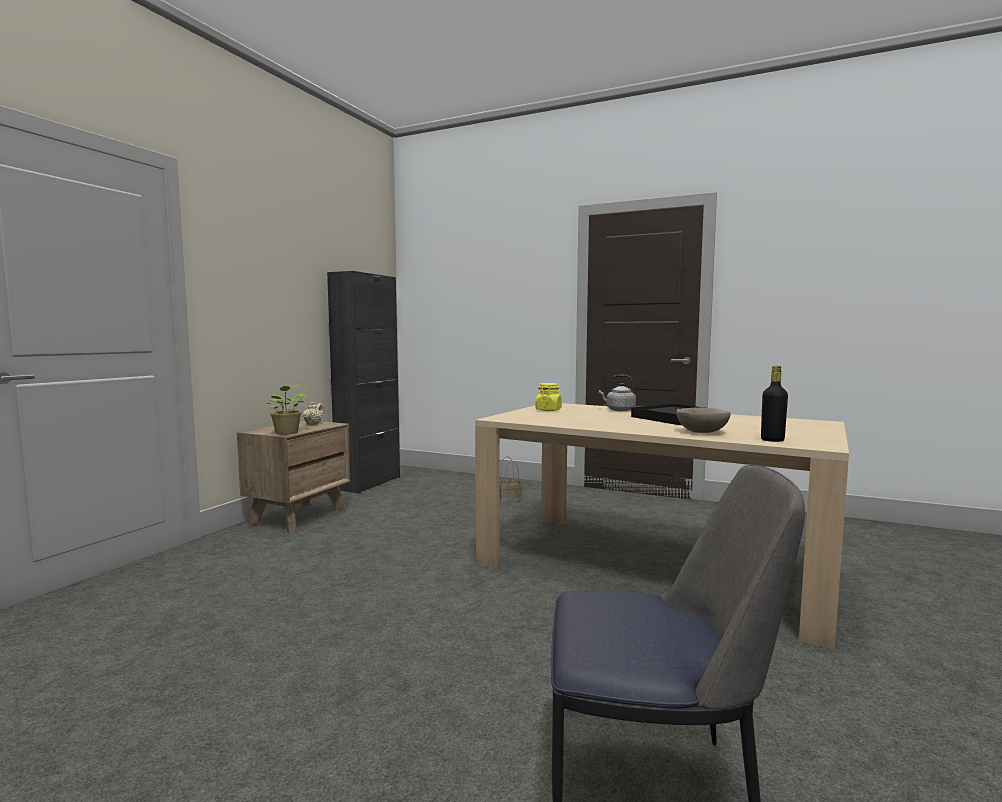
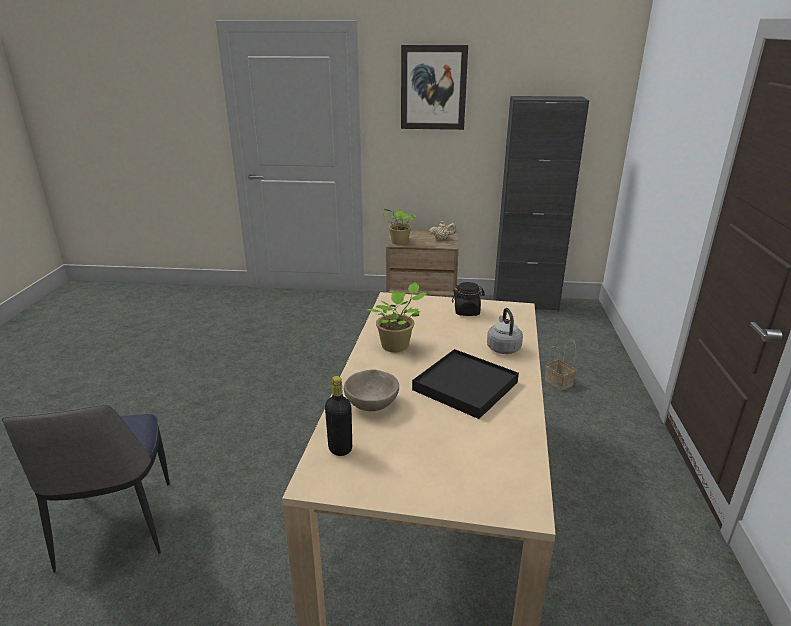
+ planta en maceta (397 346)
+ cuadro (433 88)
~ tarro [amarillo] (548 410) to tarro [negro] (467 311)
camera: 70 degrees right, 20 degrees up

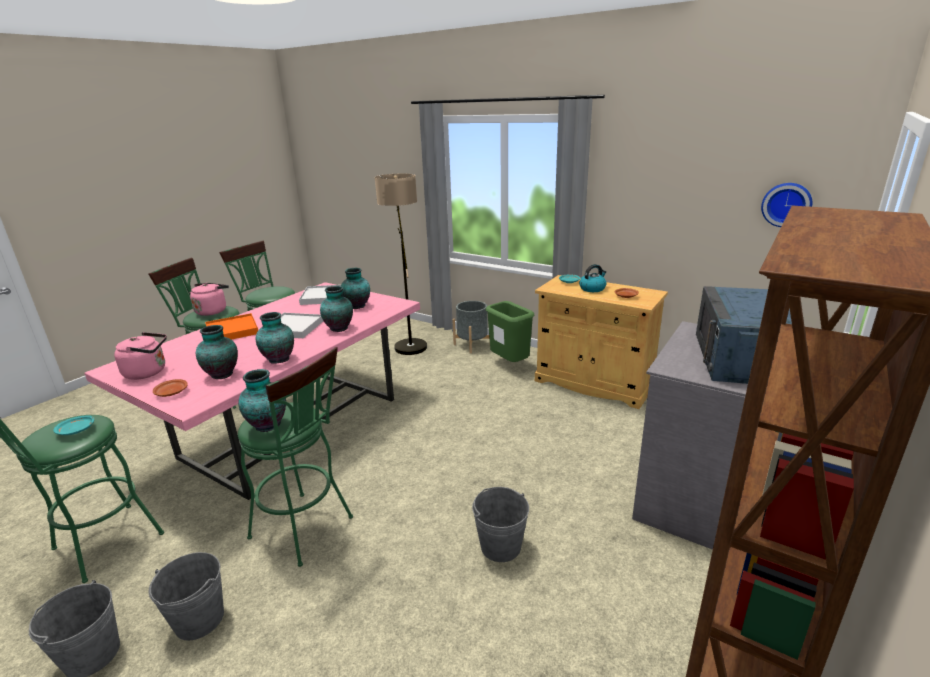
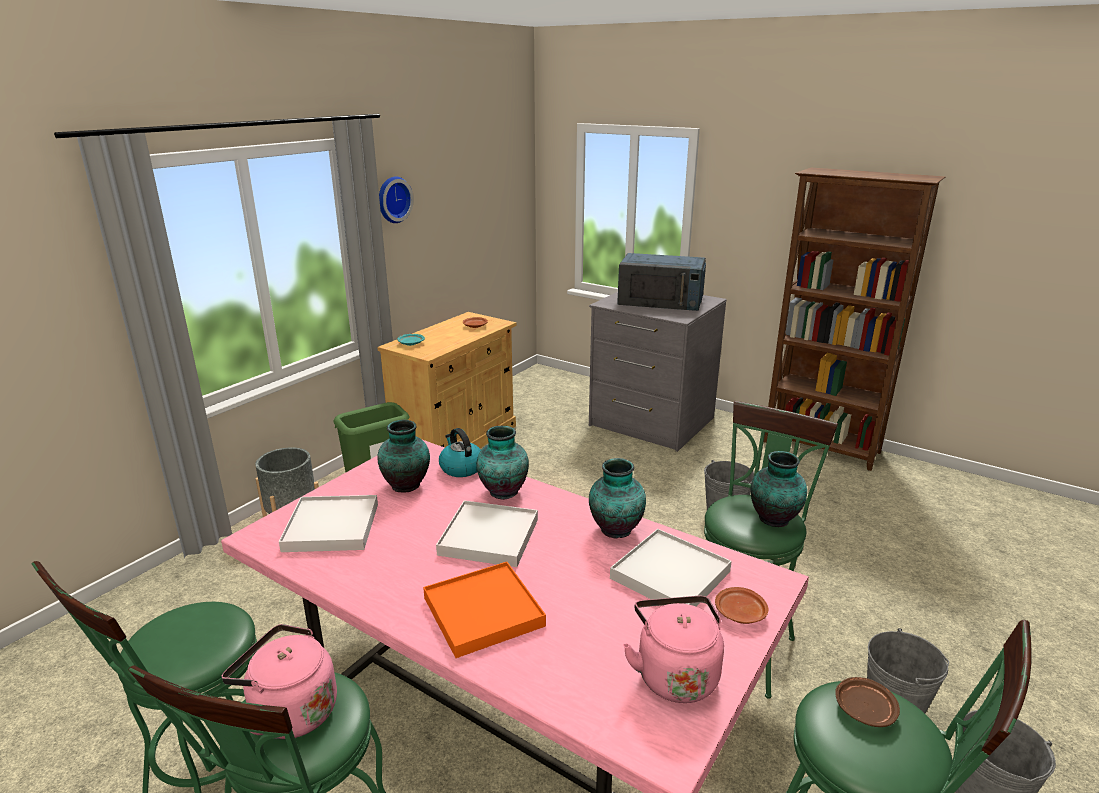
~ reloj de pared (786 204) to (392 199)
~ hervidor (592 288) to (461 468)
~ florero (222 374) to bandeja [blanco] (669 575)
~ plato [turquesa] (77 430) to plato [marrón] (864 709)
- lámpara de pie (409 342)
camera: 90 degrees left, 0 degrees up

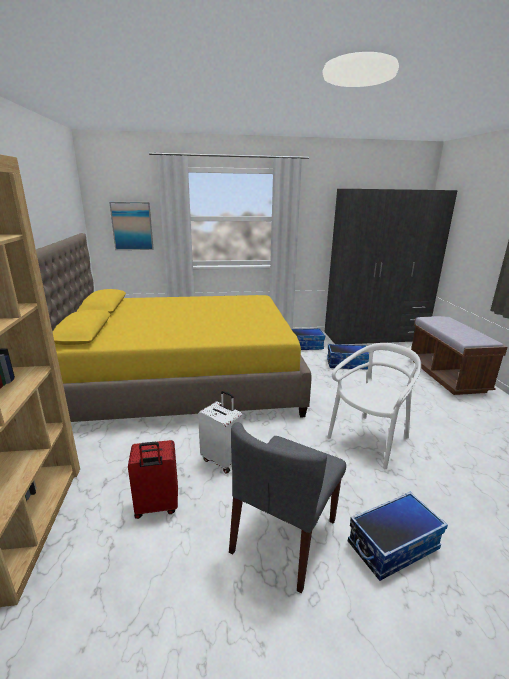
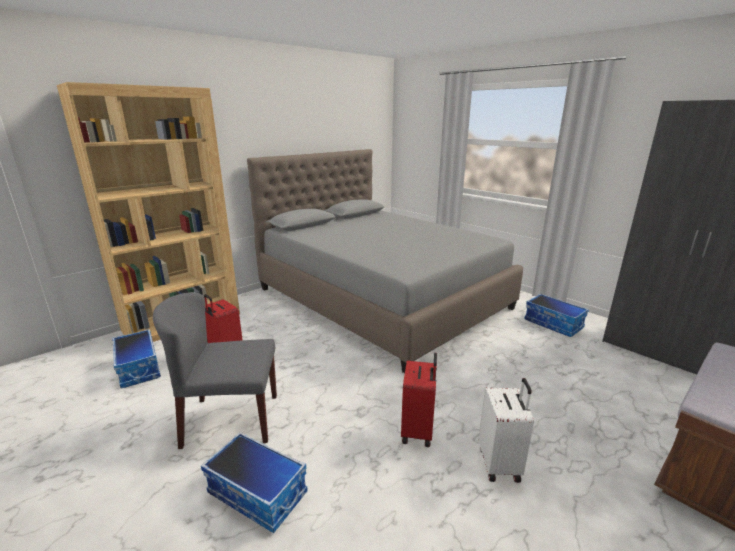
~ caja de almacenaje (347 364) to (139 368)
~ cama [amarillo] (185 380) to cama [gris] (381 298)
~ silla [blanco] (370 440) to maleta [rojo] (418 431)
~ maleta [blanco] (222 460) to (500 464)
- cuadro (132 226)
camera: 55 degrees right, 0 degrees up

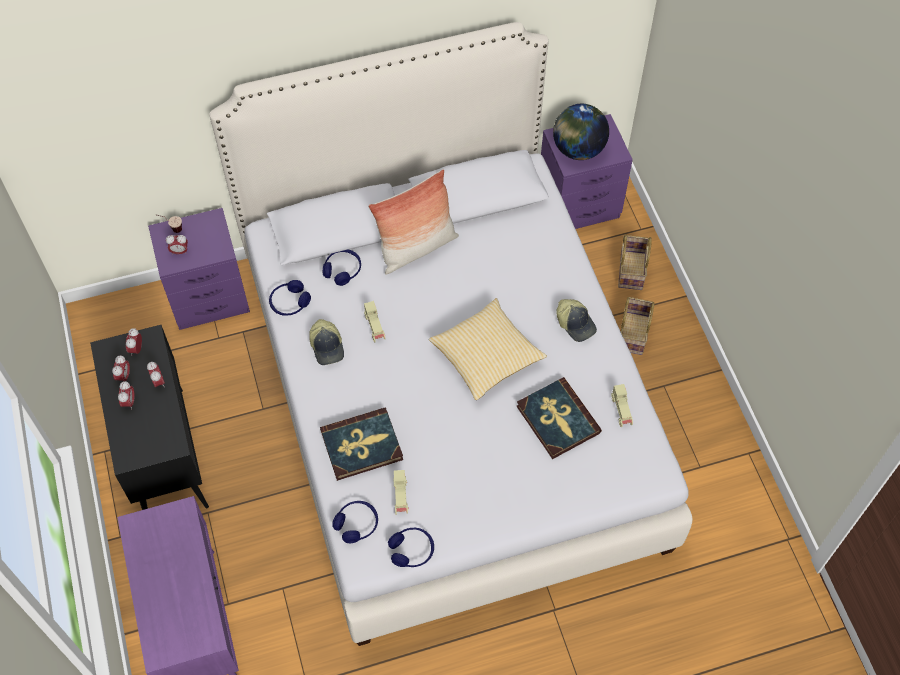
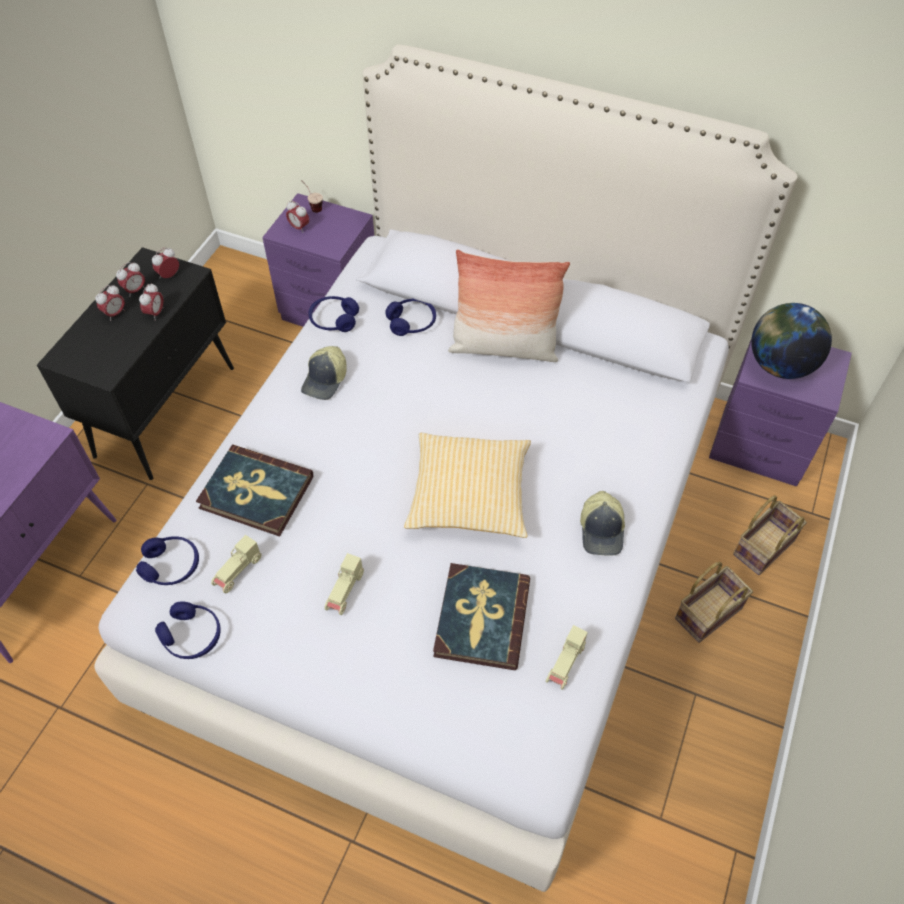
~ coche de juguete [beis] (375 327) to (345 592)
camera: 40 degrees right, 5 degrees down

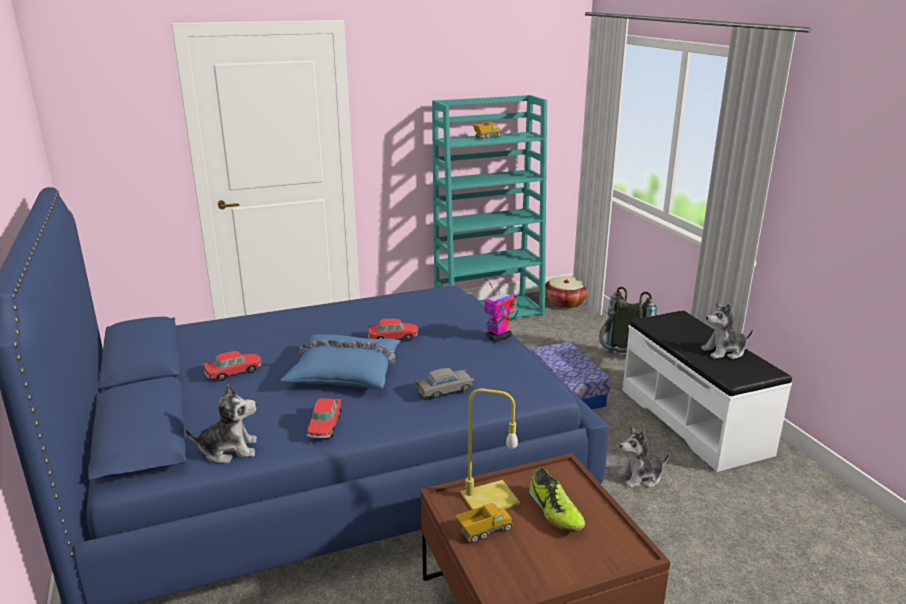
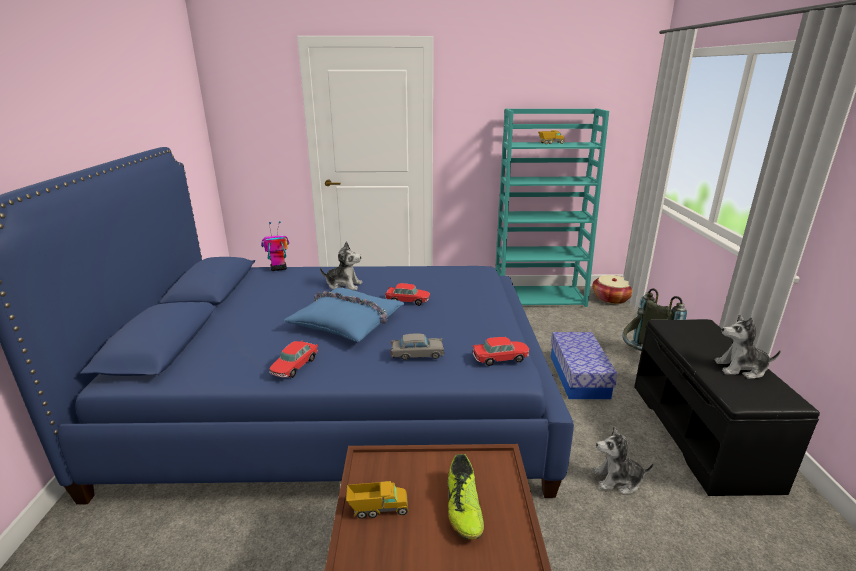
~ robot de juguete (498 337) to (278 269)
~ peluche (229 450) to (344 285)
~ coche de juguete (234 372) to (500 358)
~ banco [blanco] (694 420) to banco [negro] (701 433)
- lámpara de mesa [amarillo] (488 499)
camera: 20 degrees right, 0 degrees up

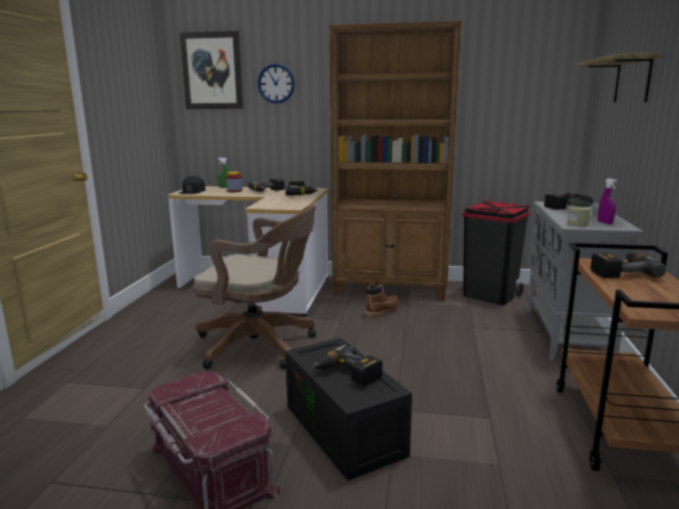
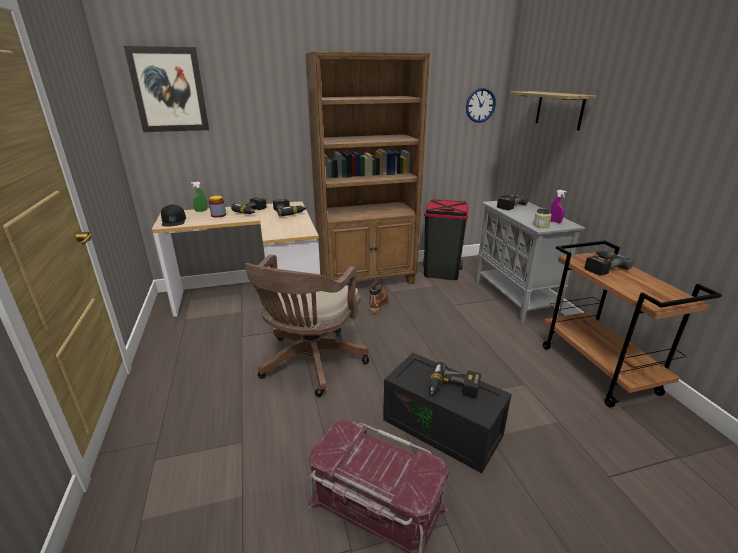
~ silla de oficina [marrón] (261 346) = (310 364) 120 degrees clockwise
~ reloj de pared (276 83) to (480 105)
camera: 25 degrees left, 10 degrees up

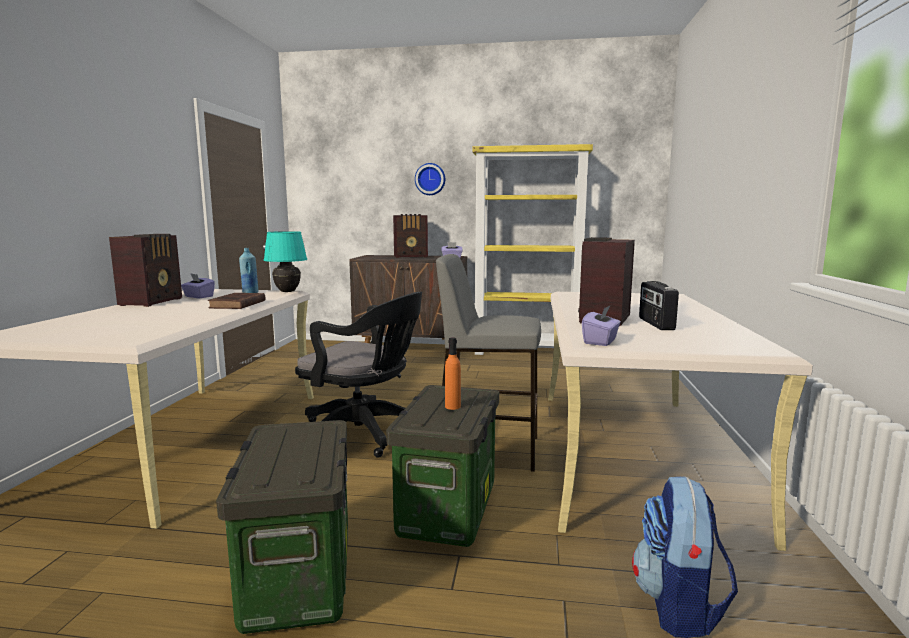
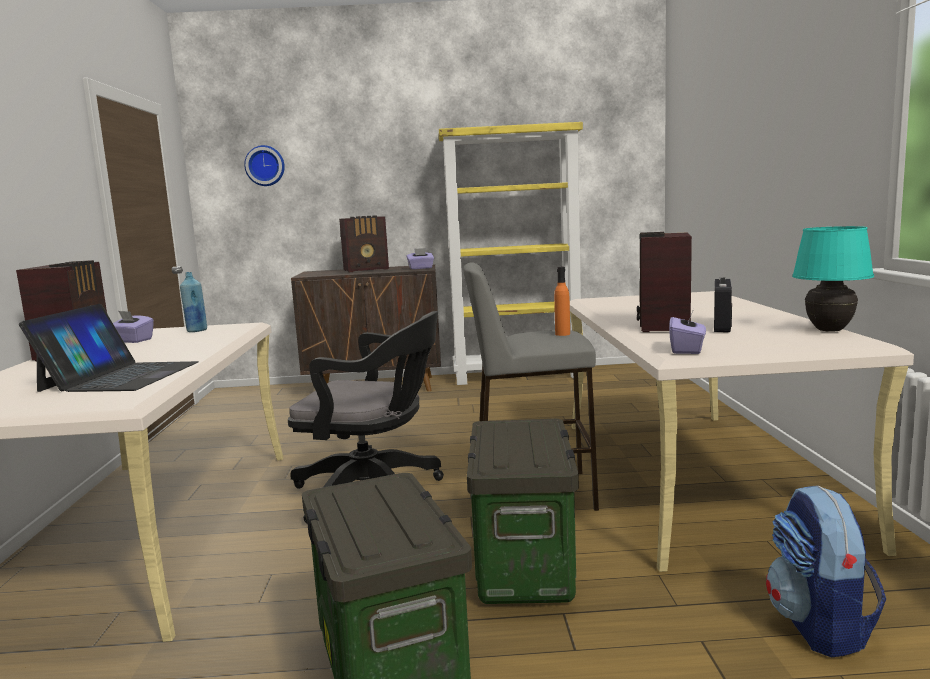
+ portátil (120 376)
~ reloj de pared (430 179) to (265 166)
~ botella [naranja] (452 406) to (562 334)
~ radio (655 324) = (723 326) 150 degrees counterclockwise
~ lámpara de mesa [turquesa] (287 291) to (829 330)
- libro [marrón] (237 305)
camera: 10 degrees left, 0 degrees up

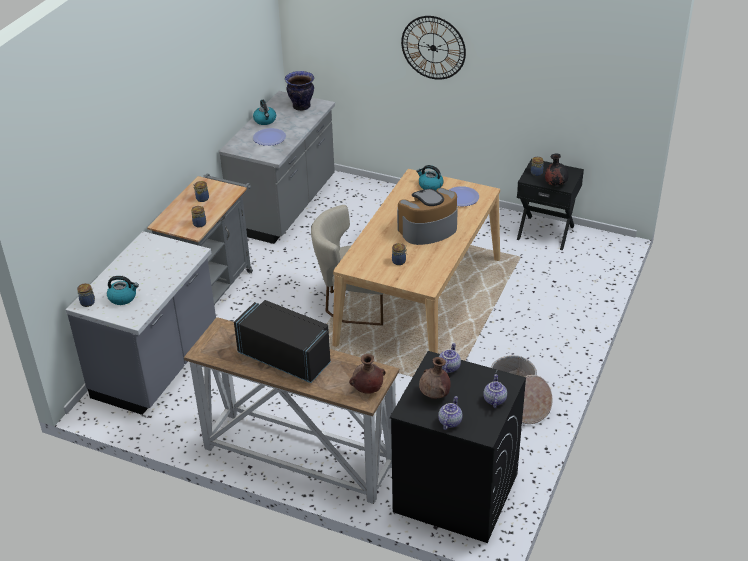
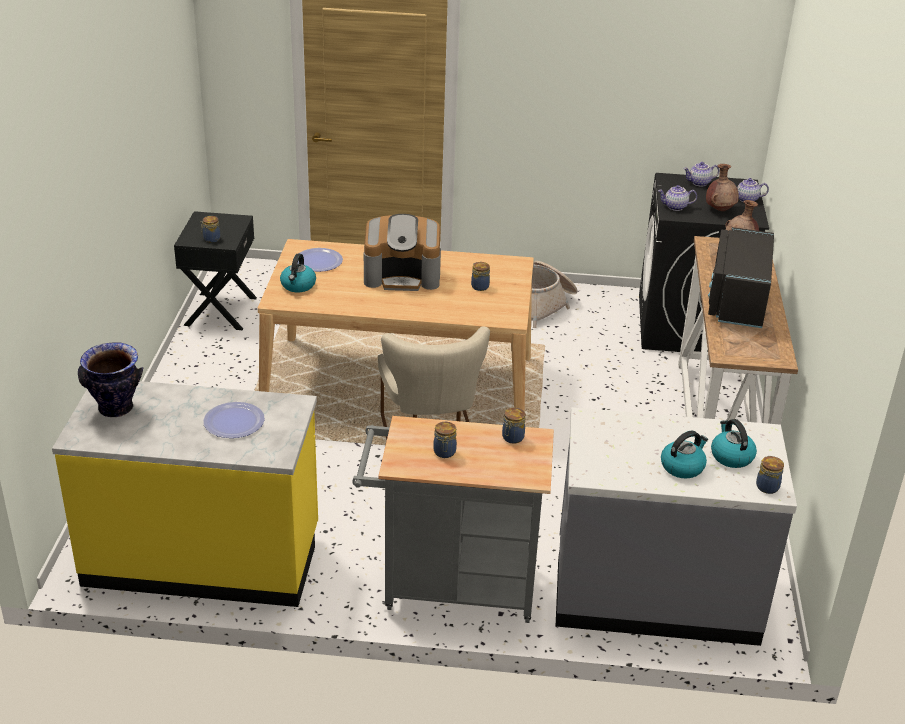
~ mueble bajo de cocina [gris] (285 207) to mueble bajo de cocina [amarillo] (203 558)
~ cafetera (428 230) = (403 276) 45 degrees counterclockwise
~ hervidor (265 120) to (682 466)
- reloj de pared (433 48)
- florero [negro] (555 184)
camera: 110 degrees left, 5 degrees down

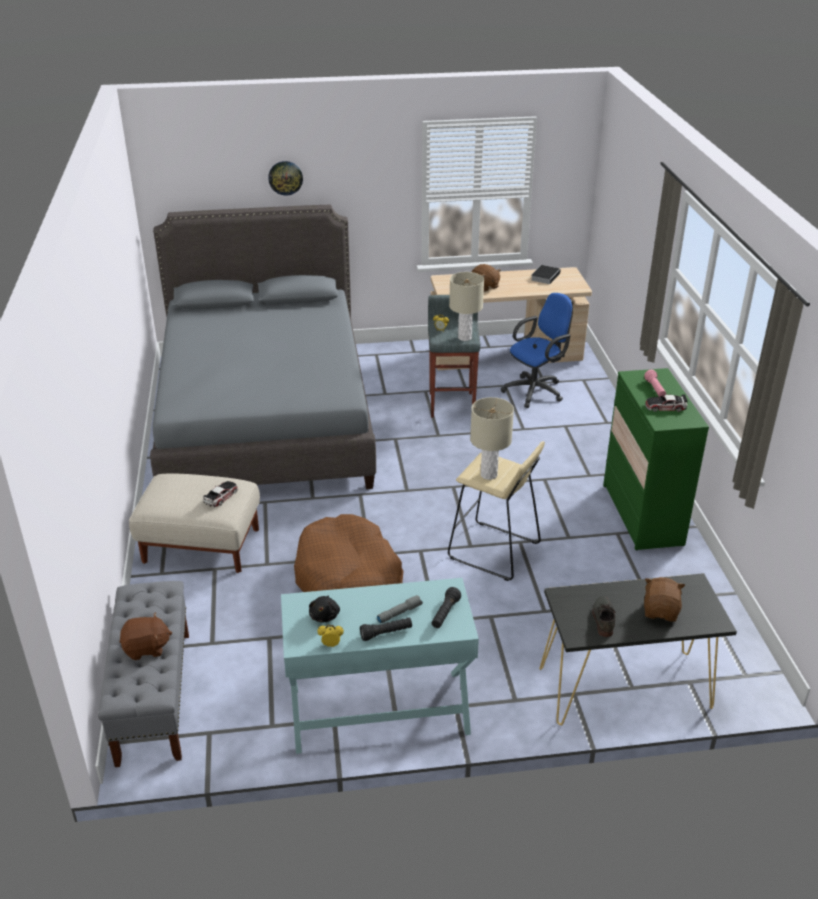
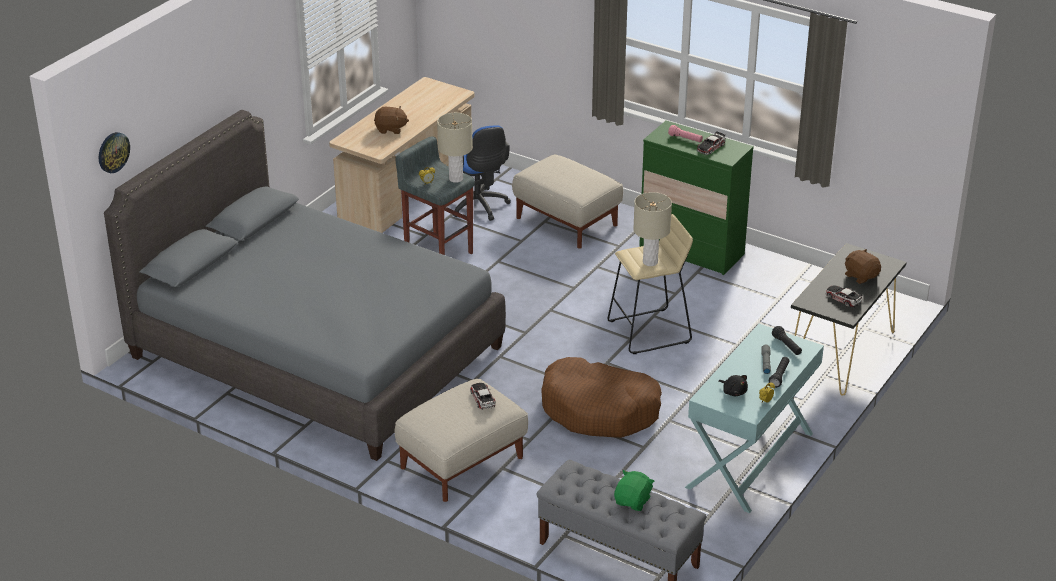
~ reloj de pared (285 178) to (113 152)
~ silla de oficina [azul] (536 391) = (479 207) 150 degrees clockwise
+ puf [beis] (566 221)
~ peluche [marrón] (146 648) to peluche [verde] (633 501)
~ zapato [gris] (603 618) to coche de juguete (843 298)
- libro (545 276)
camera: 50 degrees left, 0 degrees up

